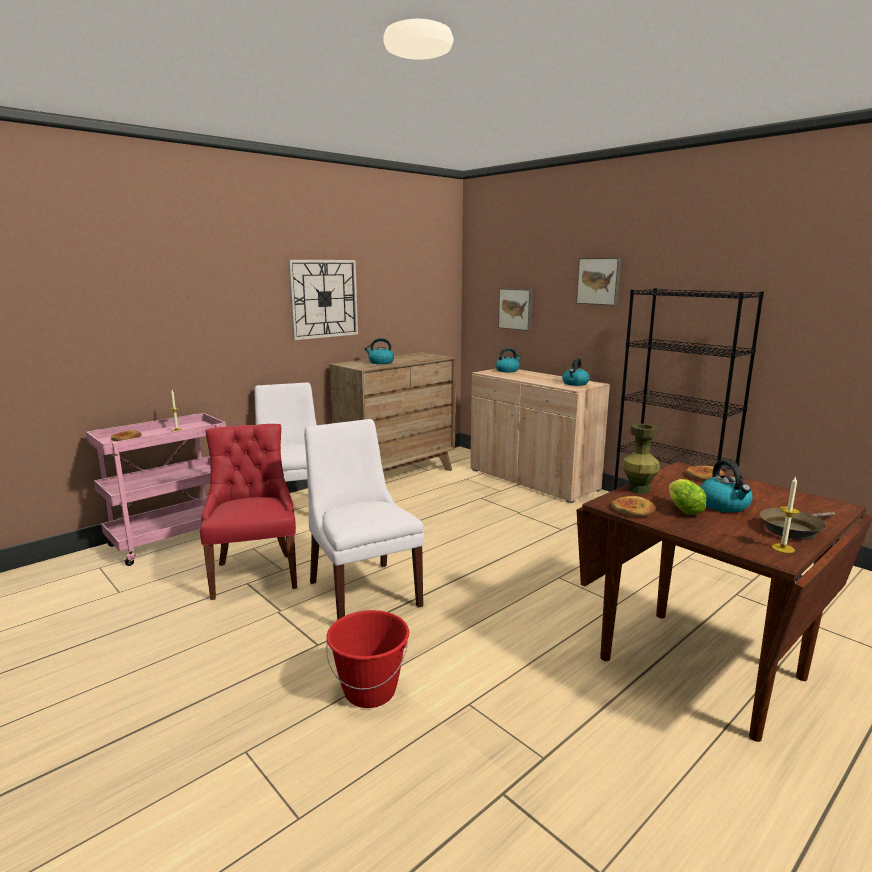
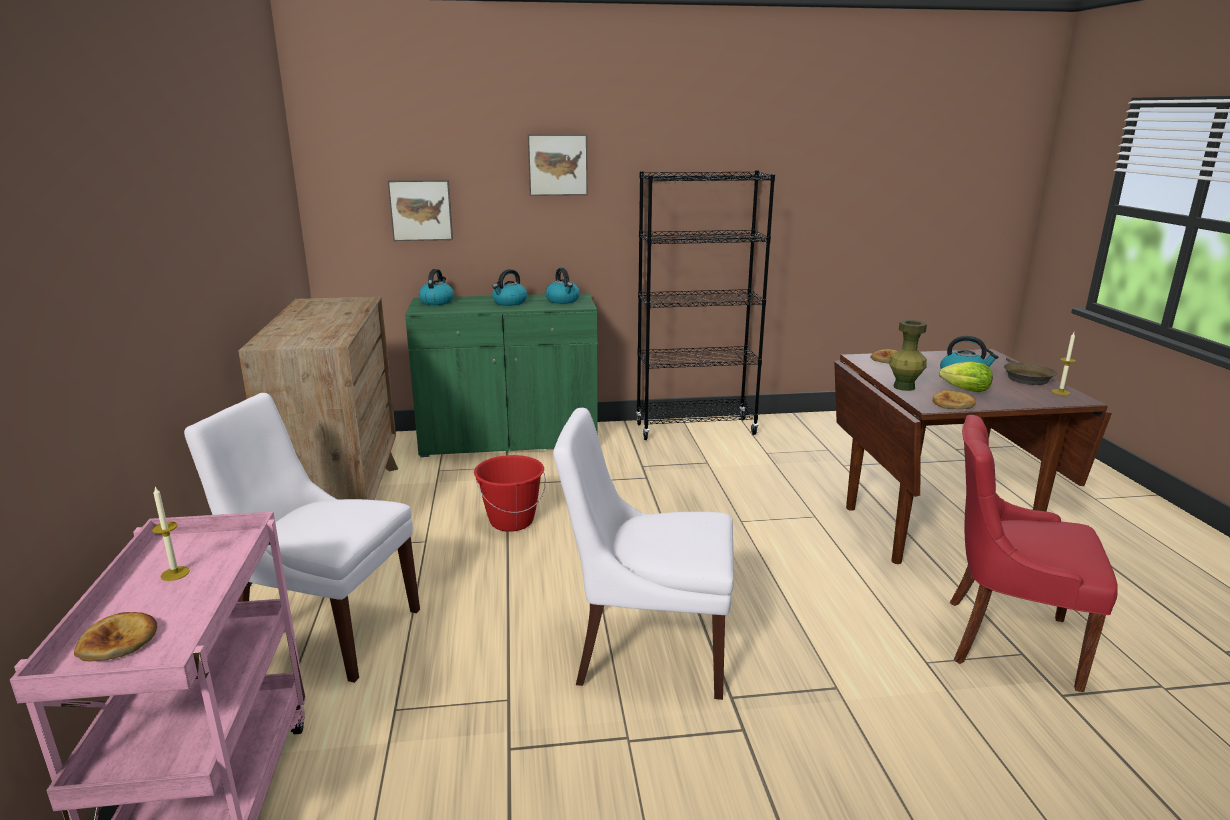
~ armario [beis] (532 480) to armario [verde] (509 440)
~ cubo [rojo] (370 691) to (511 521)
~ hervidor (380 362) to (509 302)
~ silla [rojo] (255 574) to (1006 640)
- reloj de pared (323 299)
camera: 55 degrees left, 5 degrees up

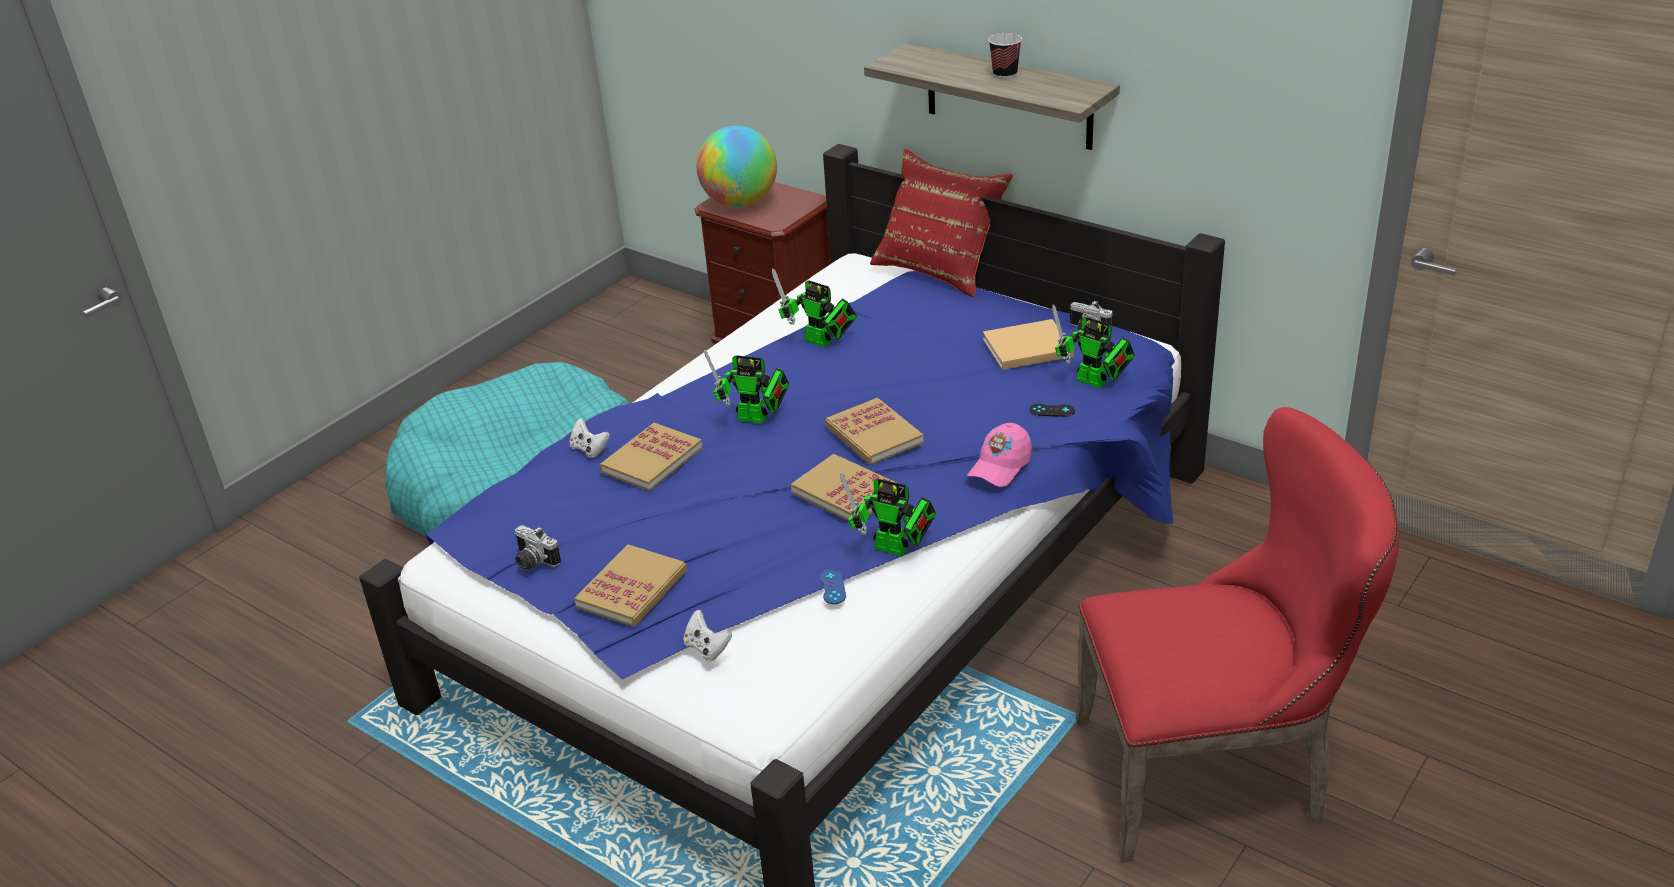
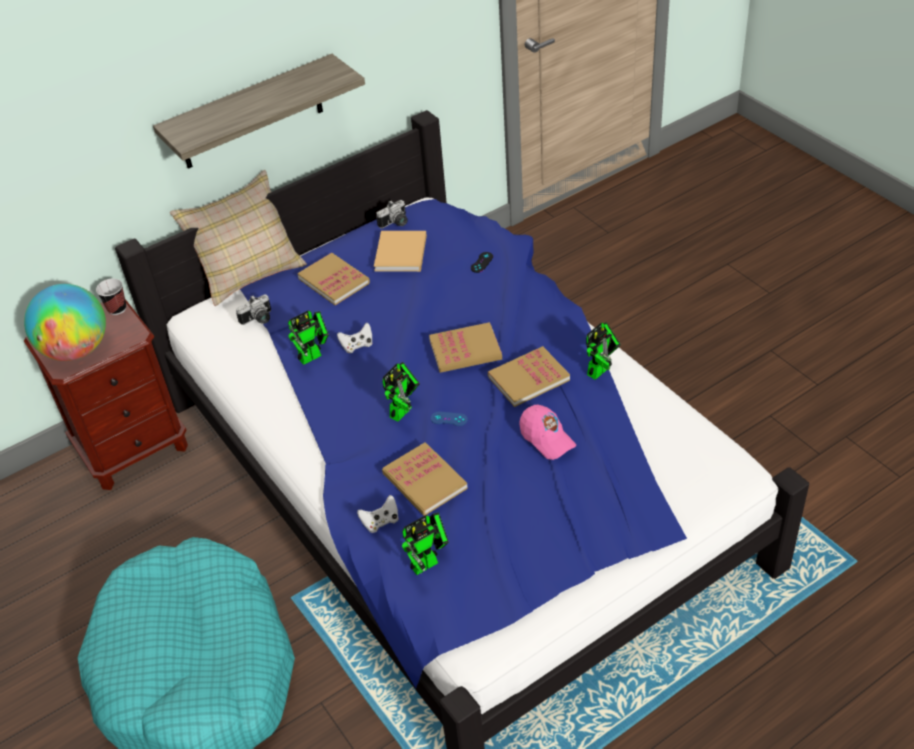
~ taza (1005 74) to (117 309)
~ cojín [rojo] (939 268) to cojín [beis] (249 272)
~ cámara (533 562) to (258 320)
~ libro (632 589) to (334 281)
~ mando de consola [blanco] (707 648) to (357 345)
~ robot de juguete (1095 382) to (428 562)
~ mando de consola [azul] (832 587) to (449 419)
~ gorra [rosa] (1000 467) to (547 438)
- silla [rojo] (1215 772)
camera: 70 degrees left, 10 degrees up

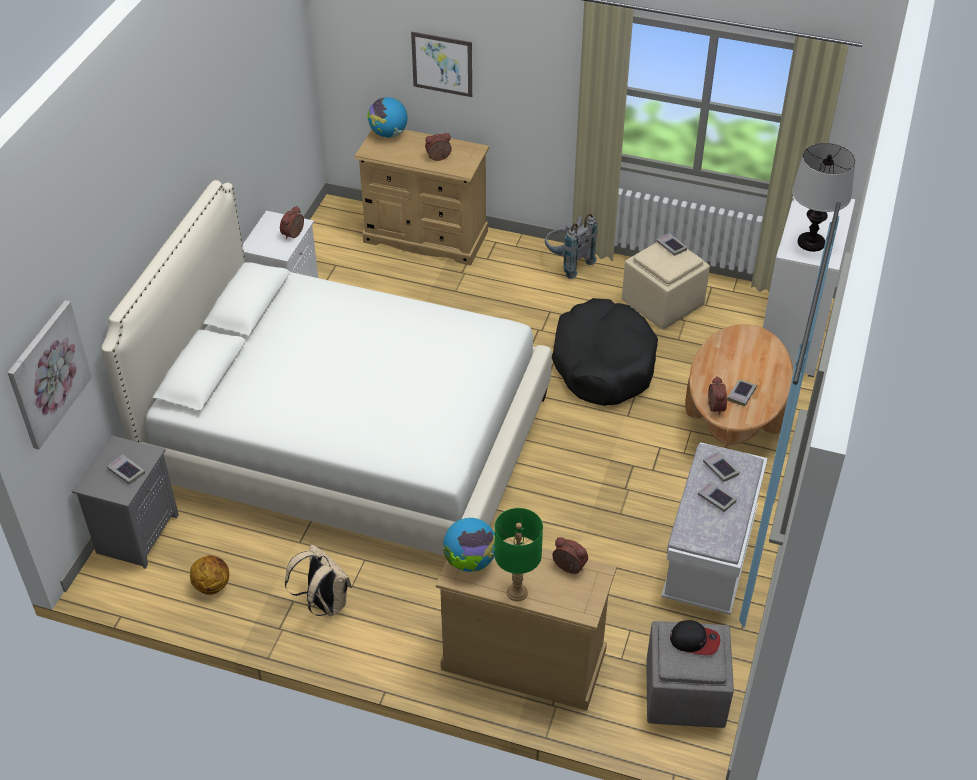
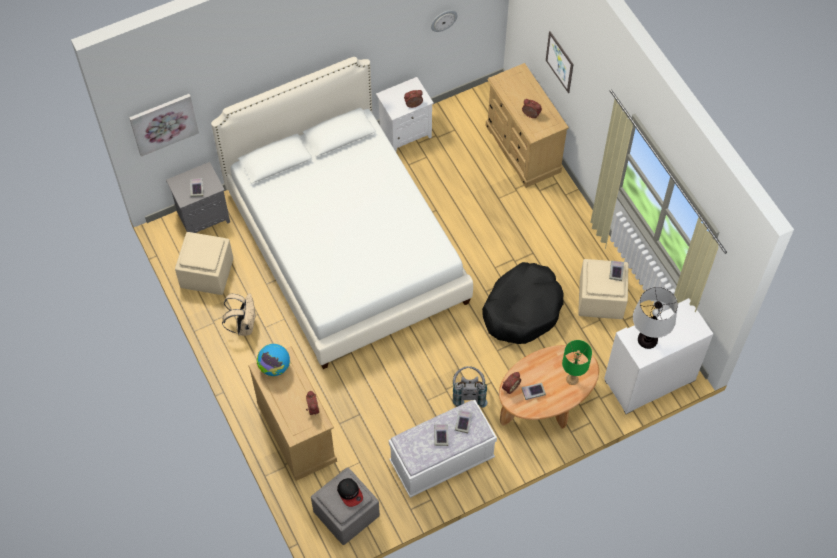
~ balón de baloncesto (212 585) to puf [beis] (207 273)
+ reloj de pared (443 20)
~ mochila [gris] (567 263) to (468 393)
~ lámpara de mesa [verde] (517 592) to (572 379)
- globo terráqueo (388 134)
camera: 45 degrees right, 15 degrees up

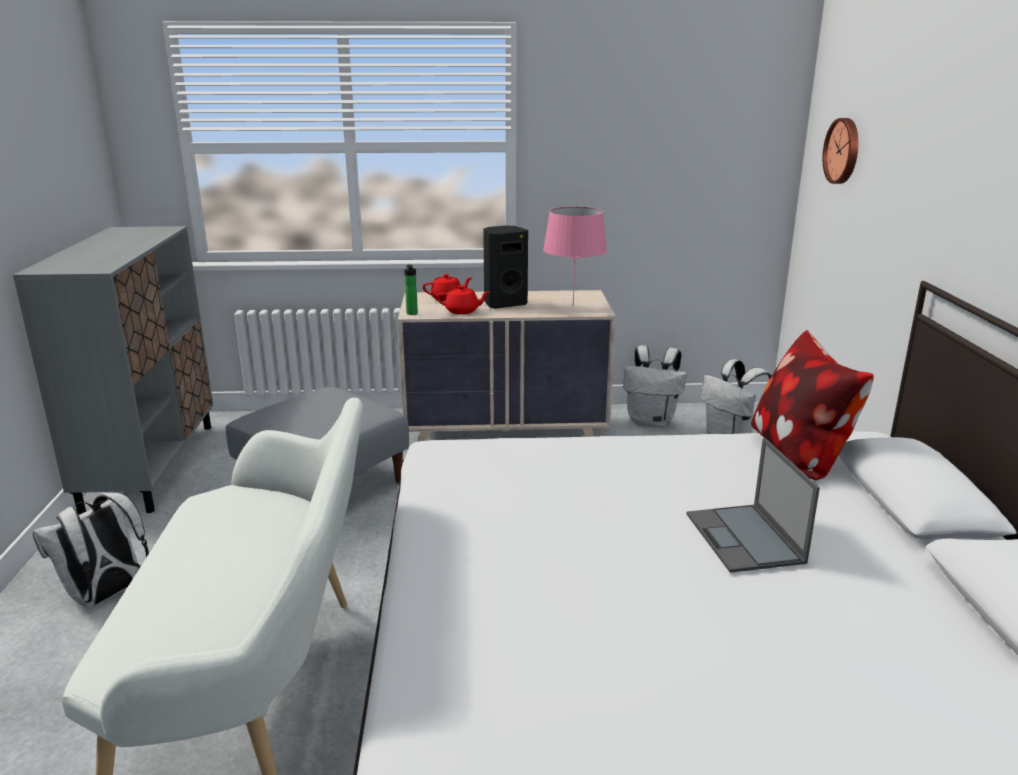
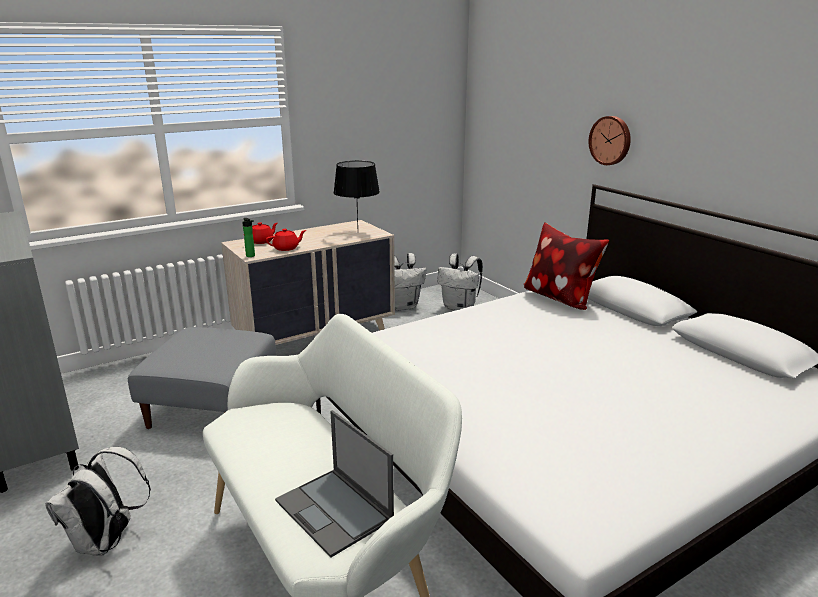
~ portátil (745 539) to (335 511)
~ lámpara de mesa [rosa] (573 306) to lámpara de mesa [negro] (358 232)
~ reloj de pared (843 151) to (611 140)
- altavoz [negro] (504 304)
camera: 30 degrees left, 0 degrees up

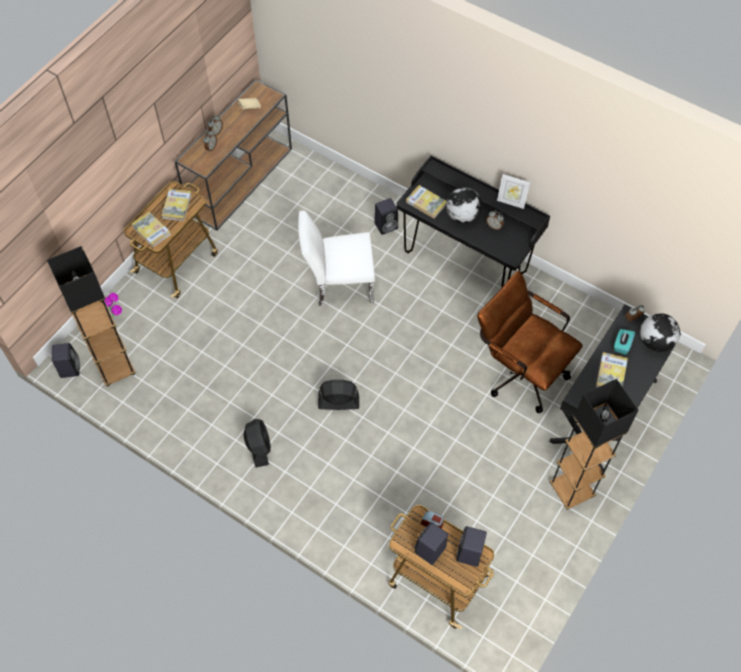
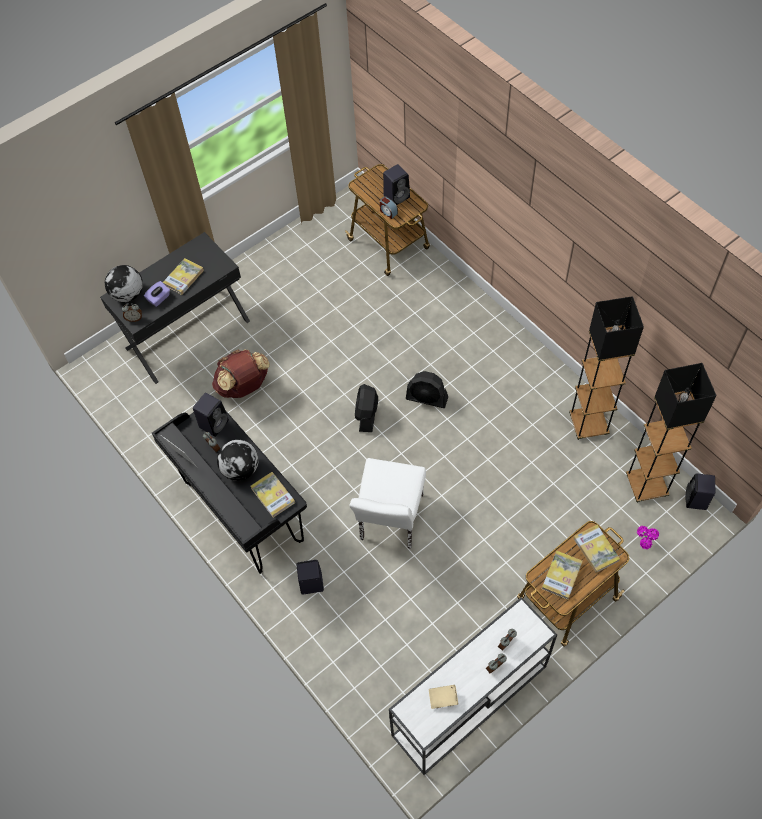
~ caja de pañuelos [turquesa] (622 345) to caja de pañuelos [morado] (159 298)
~ altavoz [negro] (469 554) to (214 423)
~ silla de oficina [marrón] (519 370) to mochila [marrón] (244 386)
~ silla [blanco] (338 285) = (389 522) 90 degrees clockwise
~ ventilador [negro] (259 447) to (367 414)
~ mesa consola [marrón] (241 179) to mesa consola [blanco] (468 702)
~ lámpara de pie [negro] (571 490) to (588 424)
camera: 160 degrees left, 0 degrees up

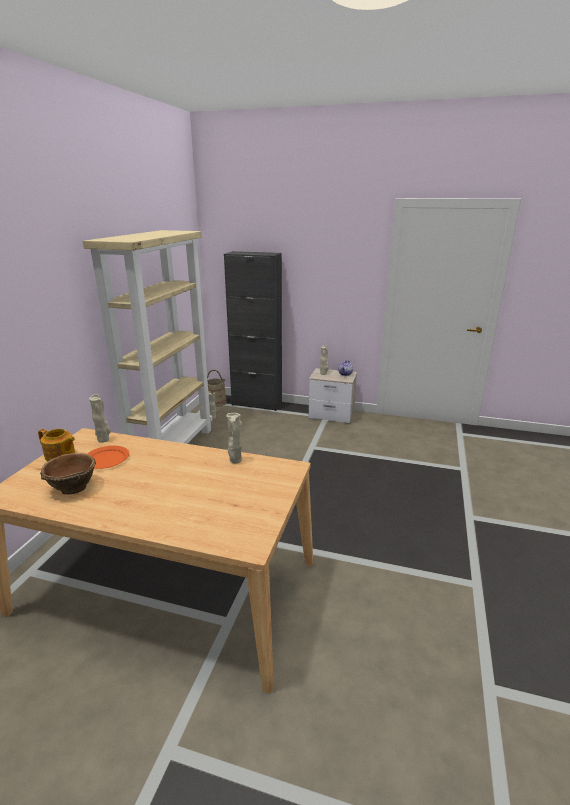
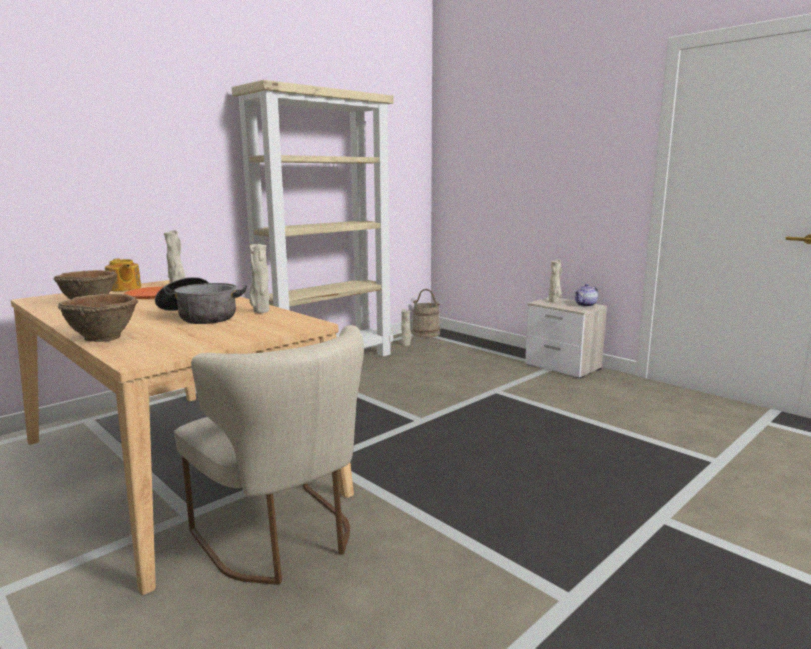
+ cuenco [marrón] (103 337)
+ olla (200 316)
+ silla [beis] (283 539)
- armario [negro] (257 404)
camera: 30 degrees right, 10 degrees down

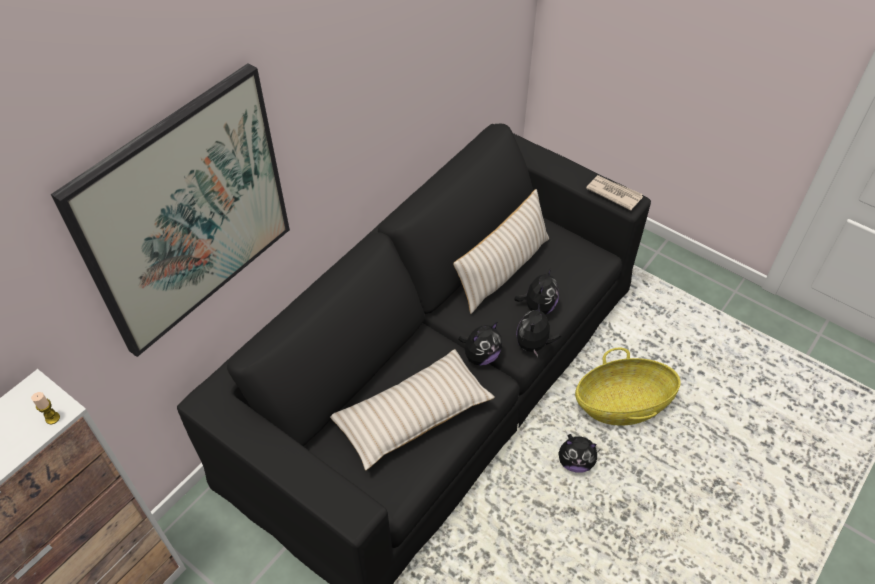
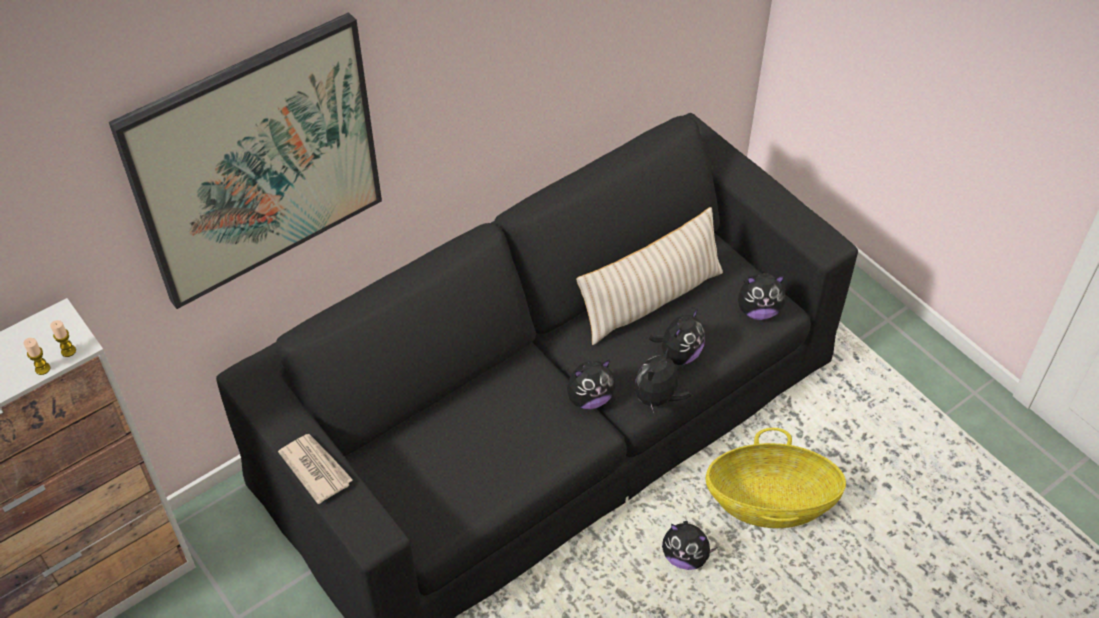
+ vela (42 369)
~ periódico (613 193) to (316 468)
+ peluche (758 311)
- cojín [beis] (413 415)
camera: 15 degrees right, 0 degrees up

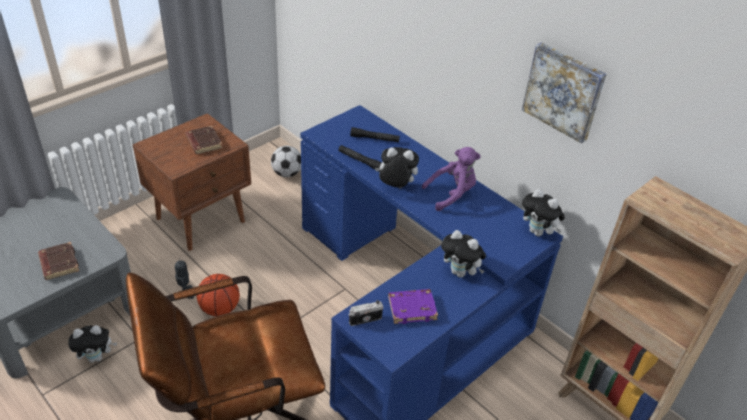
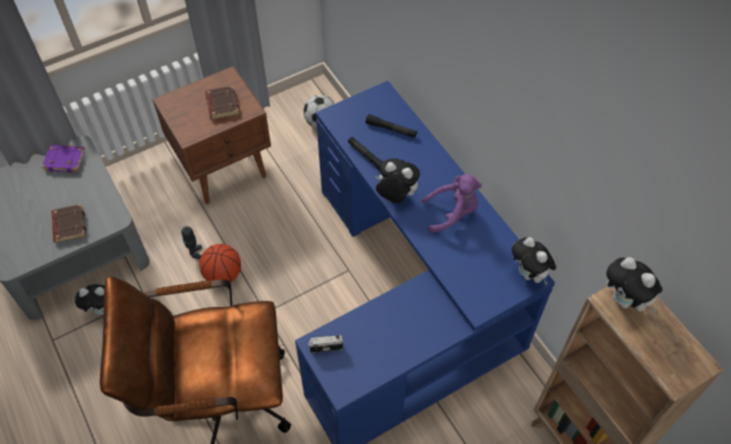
~ libro [morado] (412 308) to (65 160)
~ peluche (460 273) to (625 301)
- cuadro (564 91)
camera: 15 degrees right, 15 degrees up

